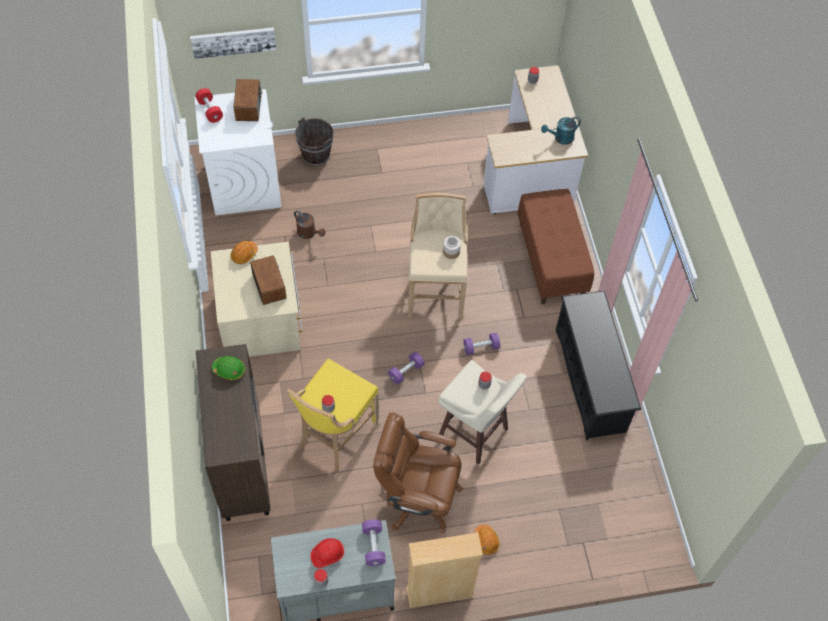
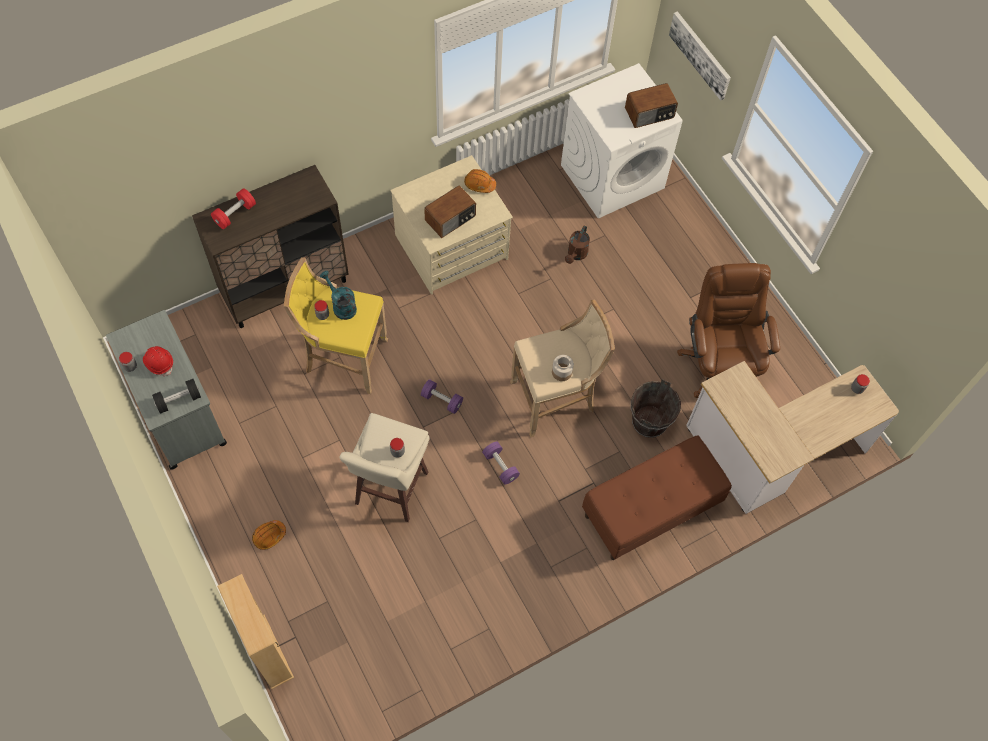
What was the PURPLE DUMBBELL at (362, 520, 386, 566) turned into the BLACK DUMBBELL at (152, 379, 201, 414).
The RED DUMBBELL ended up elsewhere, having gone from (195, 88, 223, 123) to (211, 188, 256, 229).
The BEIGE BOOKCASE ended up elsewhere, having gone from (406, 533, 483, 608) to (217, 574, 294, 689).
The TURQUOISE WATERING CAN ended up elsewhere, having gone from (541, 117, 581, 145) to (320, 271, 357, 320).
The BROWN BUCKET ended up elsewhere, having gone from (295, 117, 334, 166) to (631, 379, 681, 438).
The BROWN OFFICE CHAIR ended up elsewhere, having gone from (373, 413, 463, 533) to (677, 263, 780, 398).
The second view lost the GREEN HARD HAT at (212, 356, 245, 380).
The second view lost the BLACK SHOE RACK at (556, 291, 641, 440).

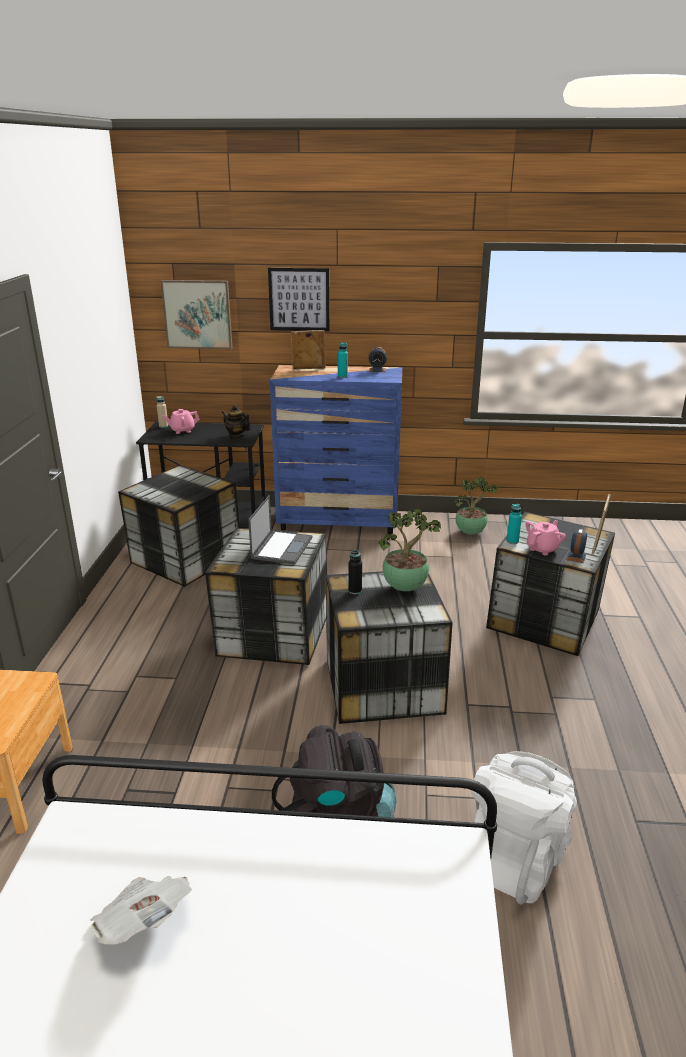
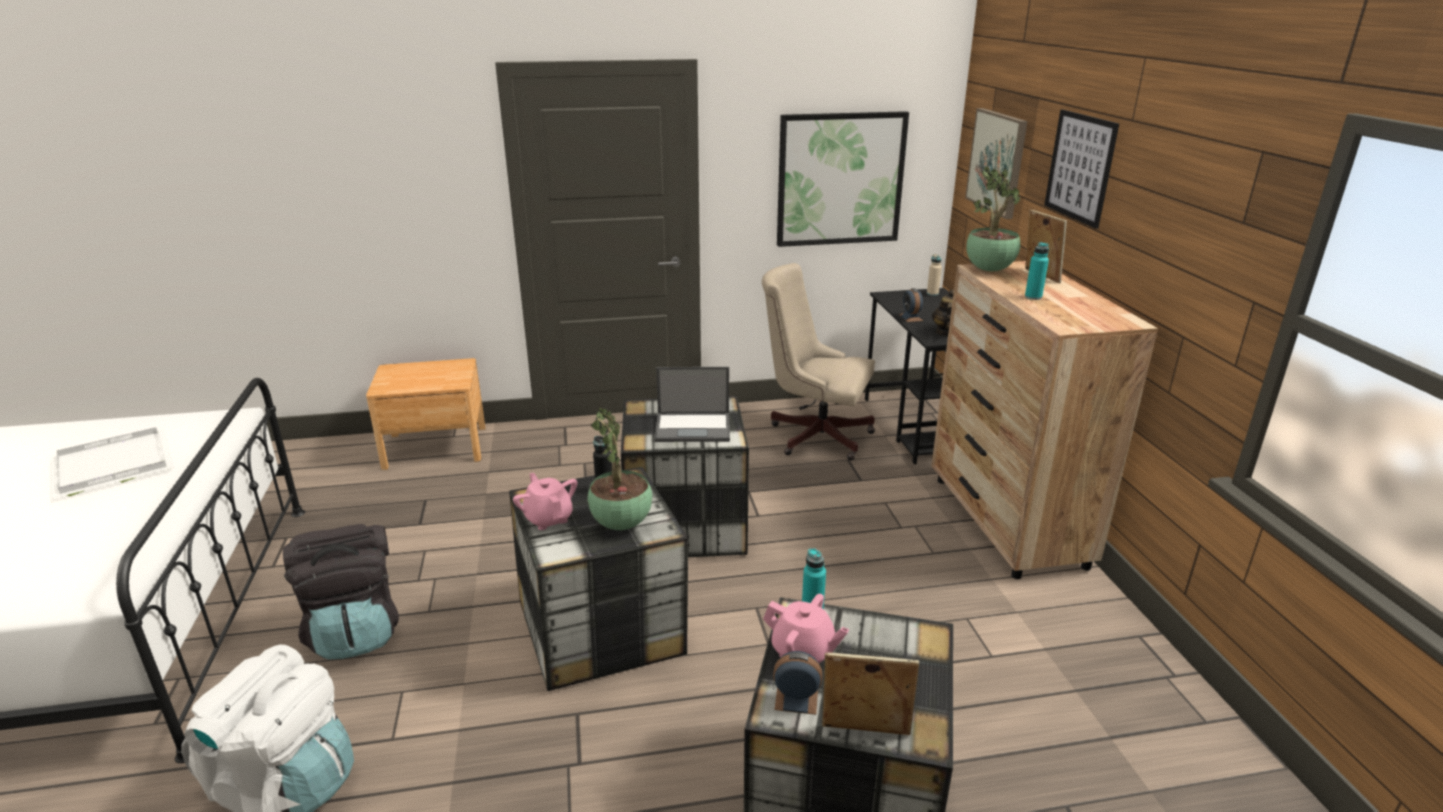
Where the NEWSPAPER stood at (90, 876, 192, 945), the WHITE TRAY came to stand at (52, 427, 174, 499).
The PINK TEAPOT ended up elsewhere, having gone from (163, 409, 199, 434) to (513, 473, 577, 530).
Where the STORAGE BOX stood at (118, 465, 240, 587), the BEIGE OFFICE CHAIR came to stand at (762, 263, 875, 460).
The second view gained the PICTURE at (777, 111, 909, 247).
The ALARM CLOCK ended up elsewhere, having gone from (368, 347, 387, 372) to (899, 288, 923, 322).
What was the BLUE DRESSER at (270, 365, 402, 534) turned into the BROWN DRESSER at (931, 261, 1158, 579).
The POTTED PLANT ended up elsewhere, having gone from (455, 477, 497, 535) to (966, 167, 1020, 272).

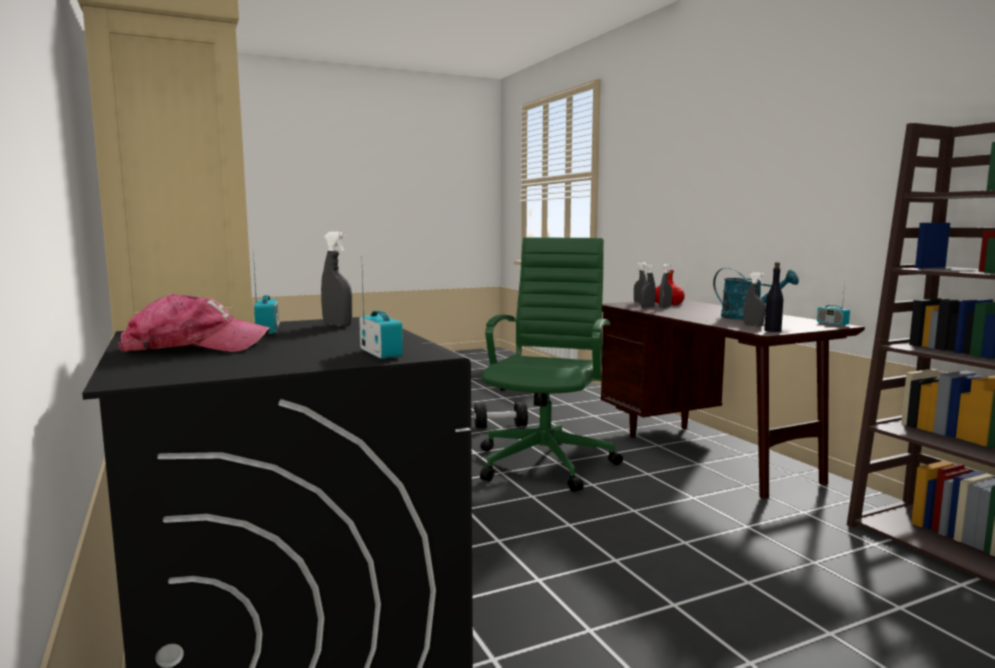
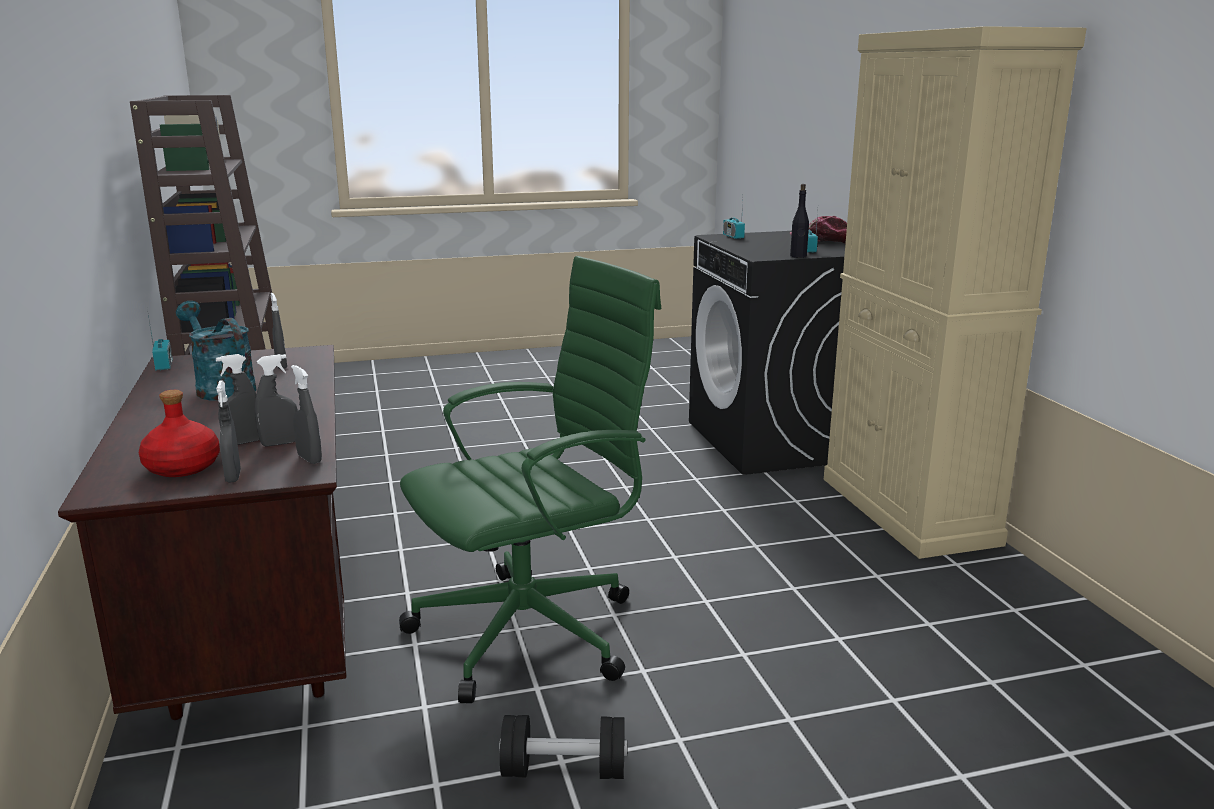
The GREY SPRAY BOTTLE ended up elsewhere, having gone from (321, 232, 352, 327) to (291, 365, 322, 464).
The GREEN OFFICE CHAIR at (480, 237, 623, 492) ended up facing another way, 150 degrees counterclockwise from before.
The BLACK BOTTLE ended up elsewhere, having gone from (764, 262, 783, 332) to (790, 184, 809, 258).

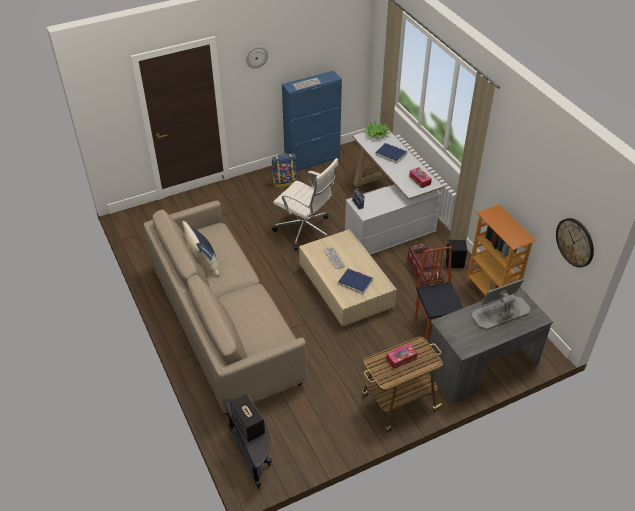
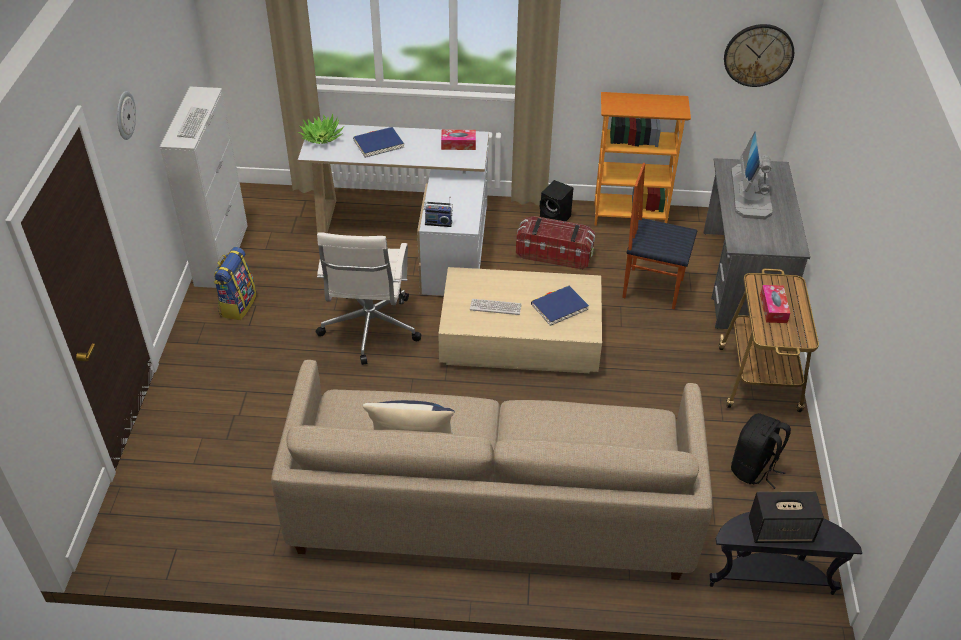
What was the BLUE CABINET at (282, 71, 342, 172) turned into the WHITE CABINET at (160, 87, 248, 288).
The WHITE OFFICE CHAIR at (272, 158, 338, 250) ended up facing another way, 120 degrees clockwise from before.
The second view gained the BLACK BACKPACK at (731, 413, 791, 489).

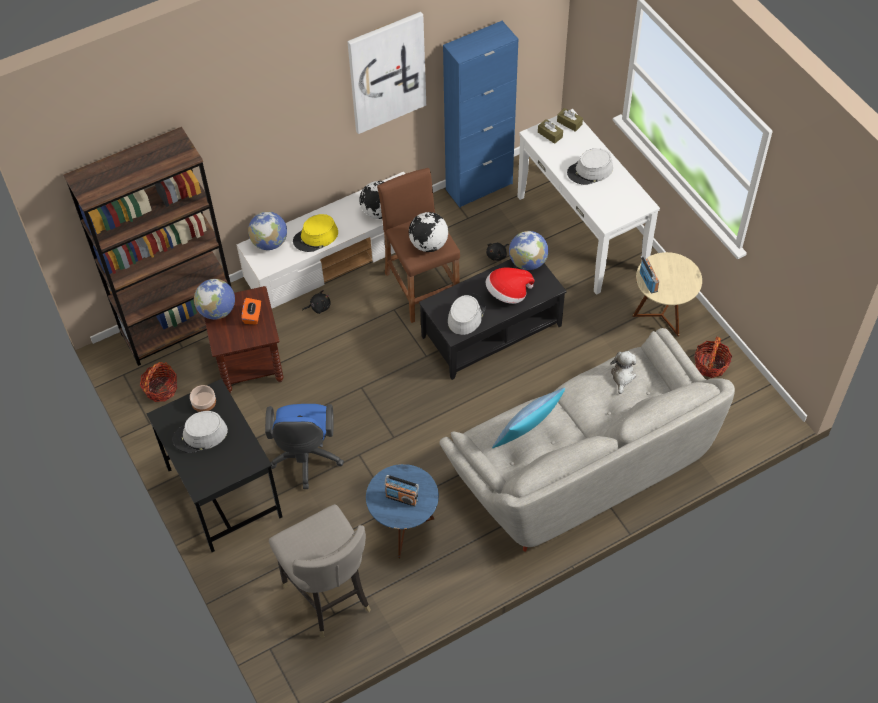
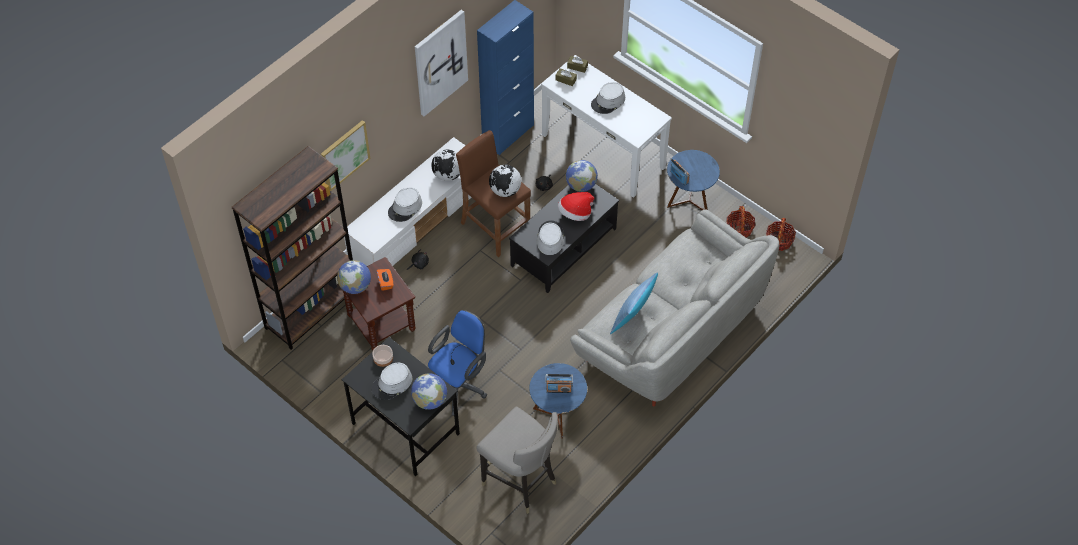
The second view gained the PICTURE at (321, 120, 370, 191).
What was the YELLOW HAT at (293, 214, 338, 252) turned into the GREY HAT at (388, 188, 422, 222).
The GLOBE ended up elsewhere, having gone from (248, 211, 287, 250) to (411, 374, 447, 410).
The BLUE OFFICE CHAIR at (265, 404, 344, 489) ended up facing another way, 120 degrees counterclockwise from before.
What was the BEIGE SIDE TABLE at (632, 252, 702, 337) turned into the BLUE SIDE TABLE at (667, 150, 720, 210).
The BASKET ended up elsewhere, having gone from (140, 362, 177, 402) to (766, 218, 796, 251).
The second view lost the PLUSH TOY at (610, 351, 636, 394).

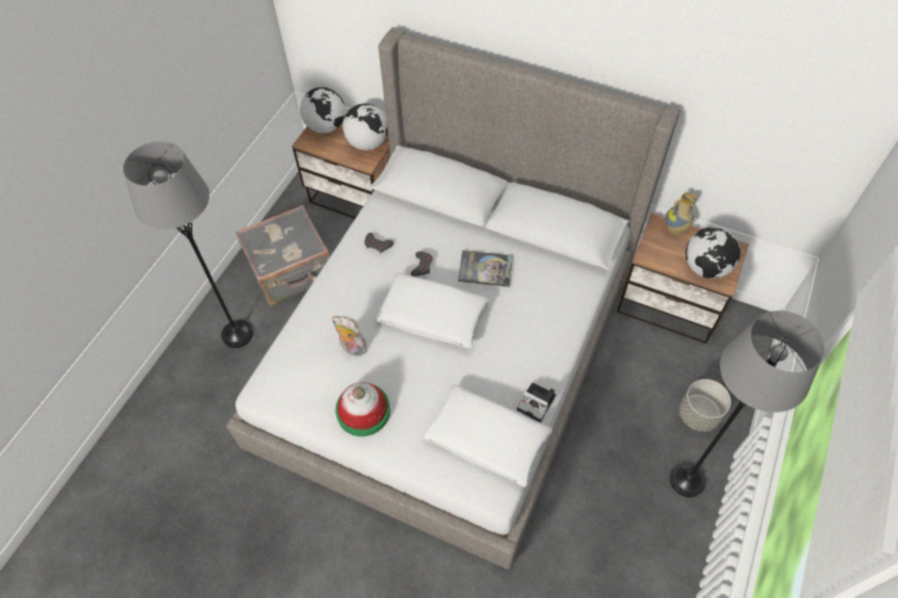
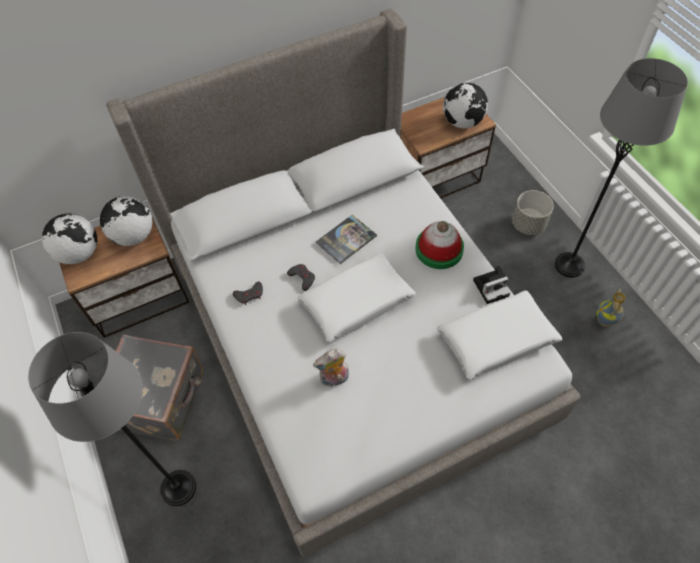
The HAT ended up elsewhere, having gone from (335, 382, 390, 437) to (415, 221, 464, 269).
The VASE ended up elsewhere, having gone from (665, 193, 698, 235) to (596, 289, 625, 327).

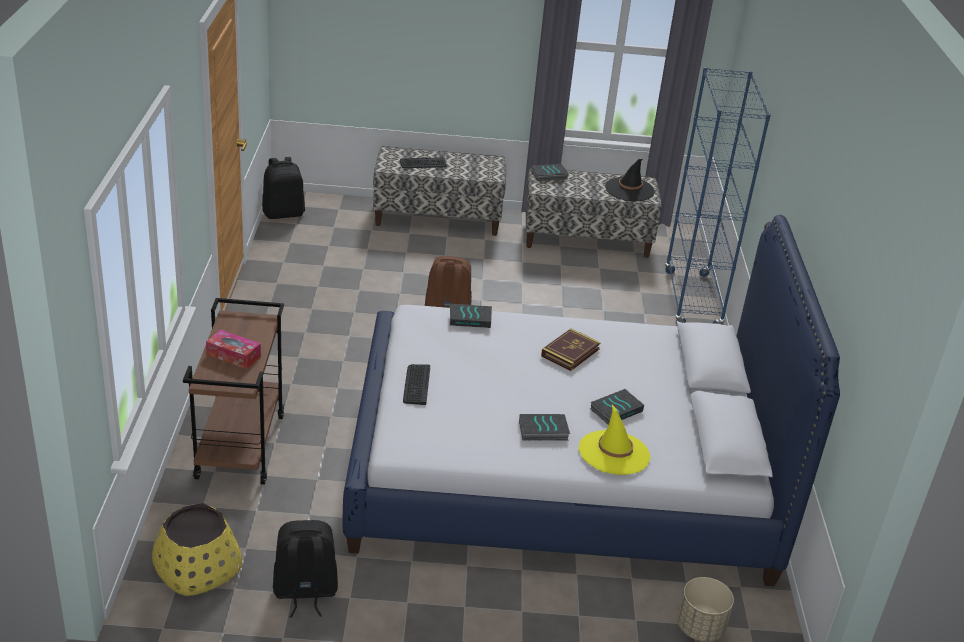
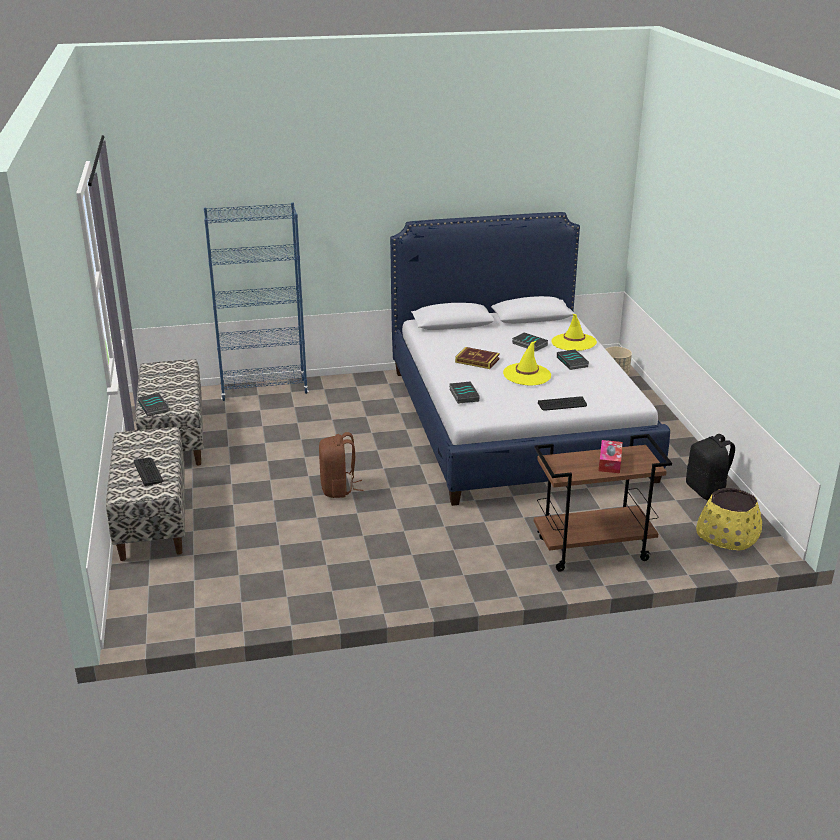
The second view gained the YELLOW HAT at (503, 341, 551, 386).
The second view lost the BLACK BACKPACK at (262, 157, 305, 219).
The second view lost the BLACK HAT at (605, 159, 655, 202).

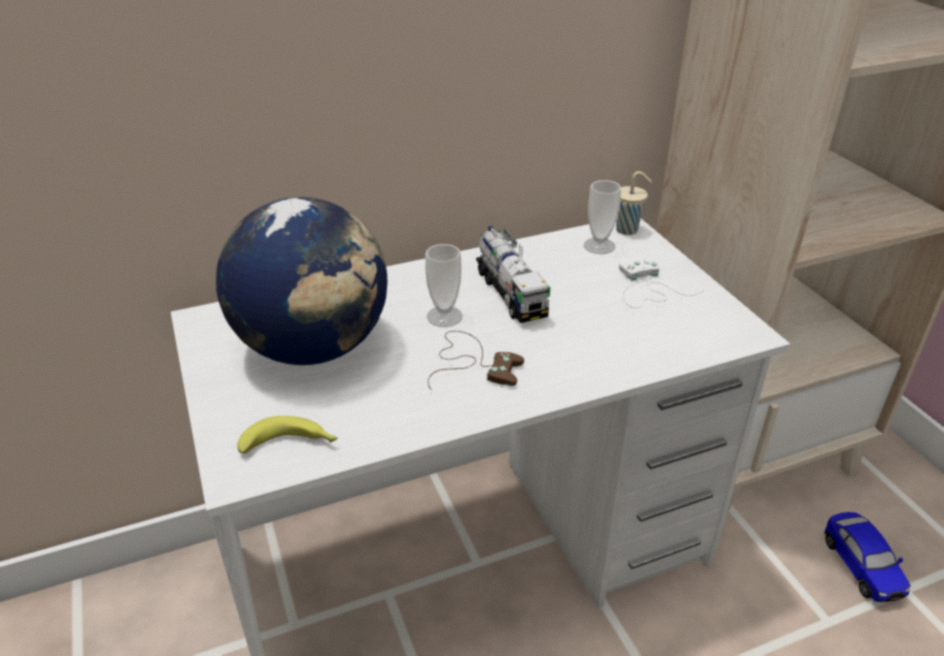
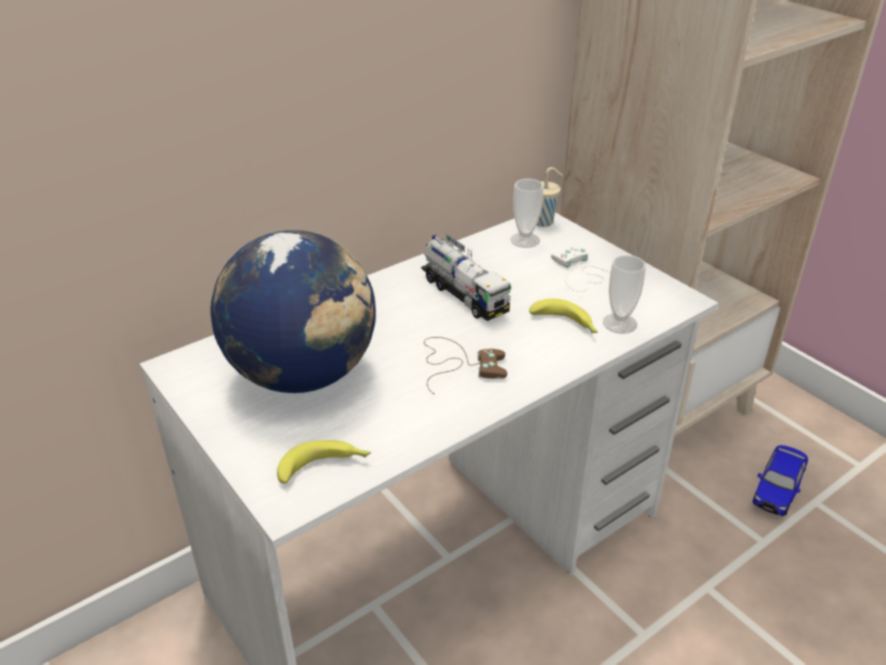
The second view gained the BANANA at (529, 299, 598, 333).
The CUP ended up elsewhere, having gone from (425, 244, 463, 327) to (603, 255, 646, 334).
The TOY CAR at (825, 512, 910, 602) ended up facing another way, 60 degrees clockwise from before.

